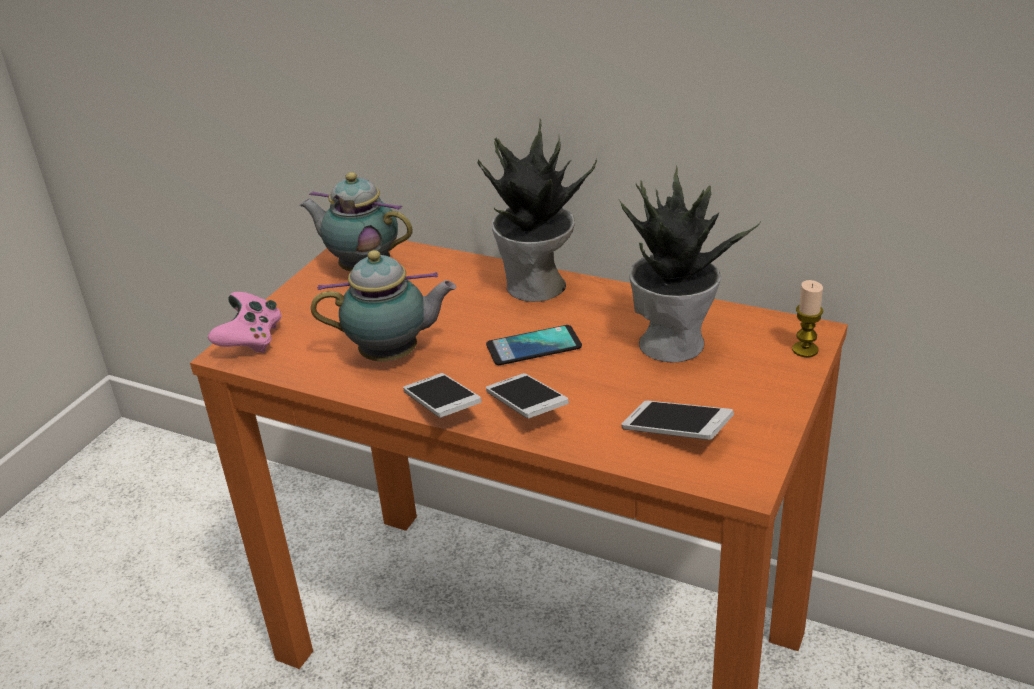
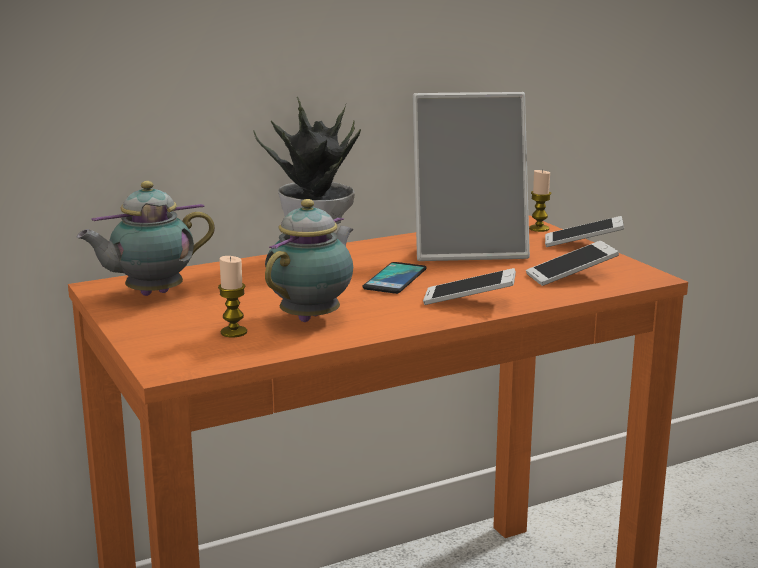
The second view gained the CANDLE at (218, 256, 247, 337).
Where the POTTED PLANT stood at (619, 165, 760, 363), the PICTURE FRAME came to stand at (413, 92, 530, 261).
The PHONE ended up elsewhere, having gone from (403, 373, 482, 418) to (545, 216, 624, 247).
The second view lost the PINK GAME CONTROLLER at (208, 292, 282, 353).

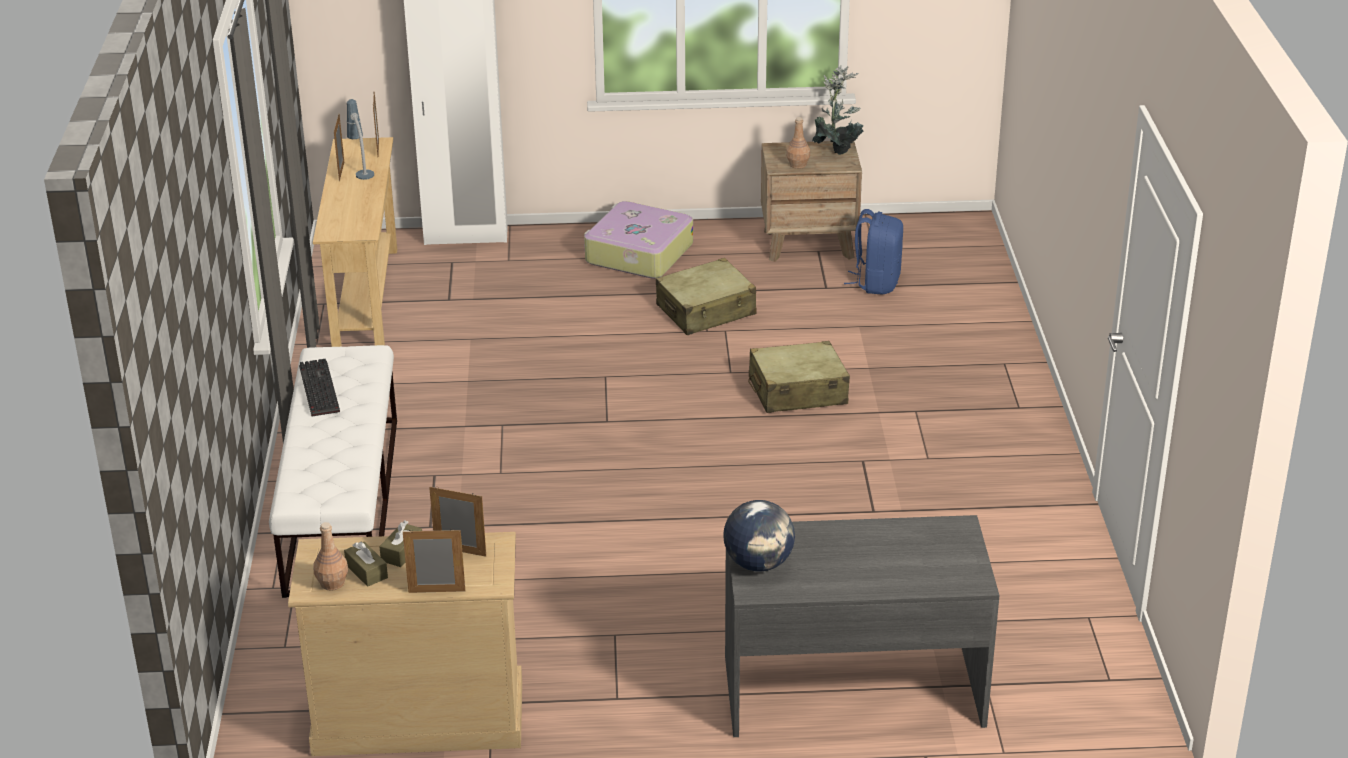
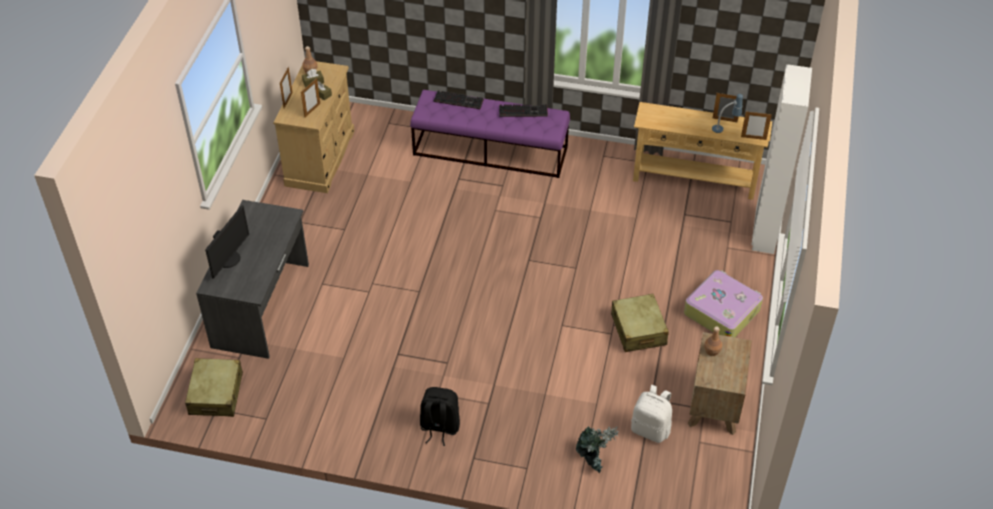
The BEIGE SUITCASE ended up elsewhere, having gone from (748, 341, 850, 413) to (185, 358, 243, 417).
The second view gained the MONITOR at (205, 205, 249, 279).
What was the WHITE BENCH at (269, 345, 397, 598) turned into the PURPLE BENCH at (410, 90, 570, 178).
The second view gained the BLACK BACKPACK at (420, 387, 460, 446).
The second view gained the KEYBOARD at (434, 90, 484, 109).
The POTTED PLANT ended up elsewhere, having gone from (812, 65, 864, 155) to (576, 426, 619, 473).
What was the BLUE BACKPACK at (844, 209, 903, 294) turned into the WHITE BACKPACK at (631, 385, 672, 443).
The second view lost the GLOBE at (723, 500, 795, 572).

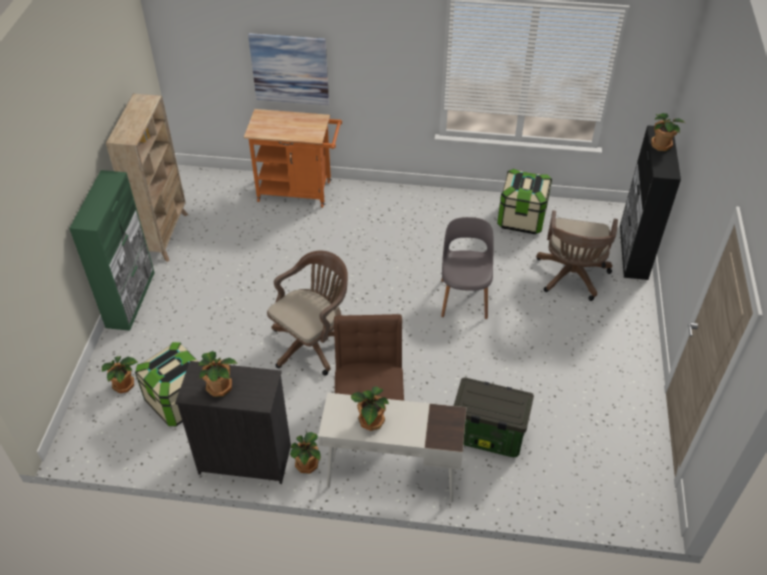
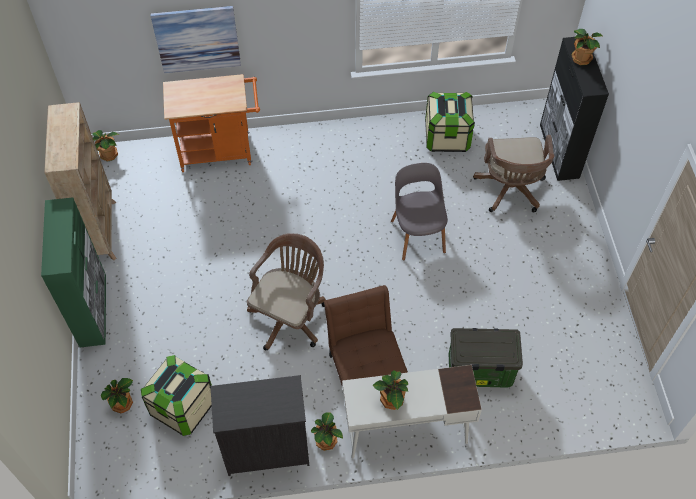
The POTTED PLANT ended up elsewhere, having gone from (198, 351, 238, 397) to (92, 130, 119, 162).

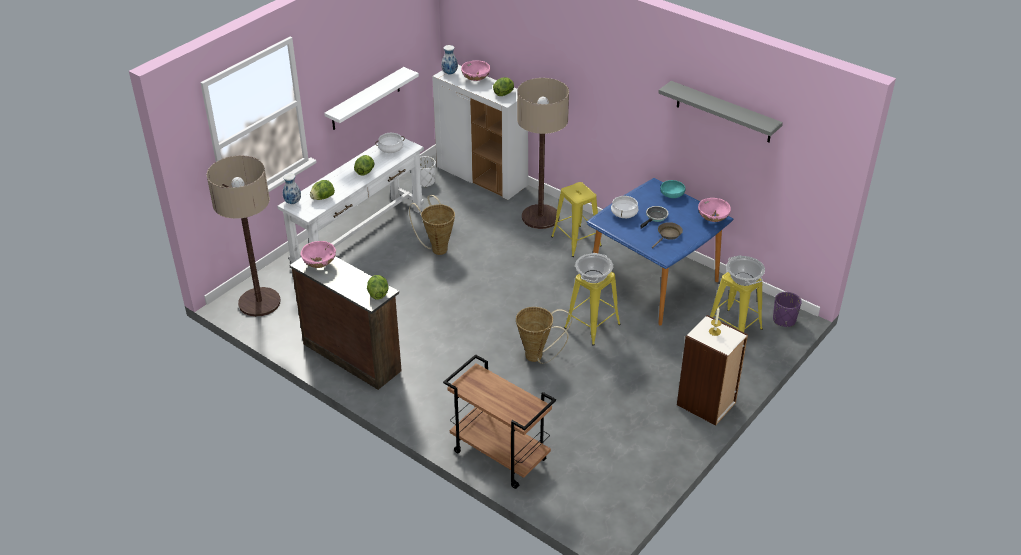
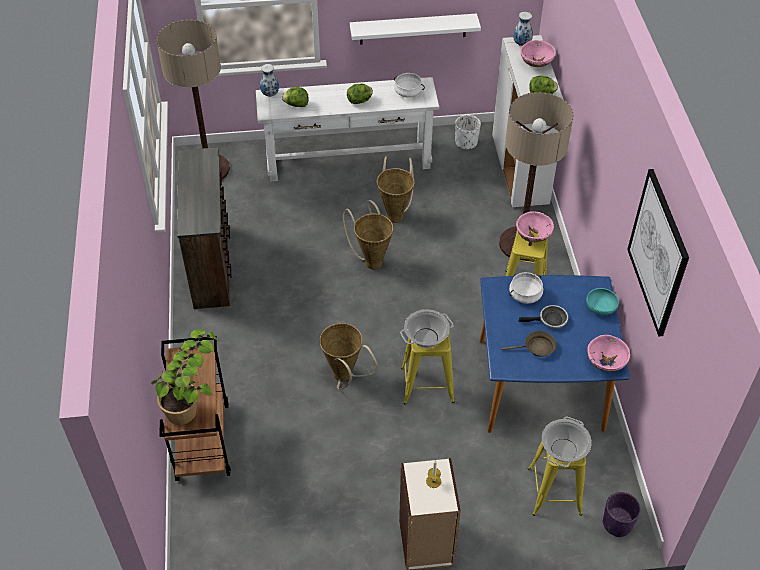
The second view gained the POTTED PLANT at (151, 329, 218, 425).
The second view gained the BASKET at (343, 200, 393, 269).
The PINK BOWL ended up elsewhere, having gone from (301, 241, 336, 268) to (516, 211, 554, 242).
Where the GREY SHELF hung at (658, 81, 783, 142), the PICTURE came to hang at (627, 169, 689, 337).
The second view lost the LETTUCE at (367, 275, 389, 299).

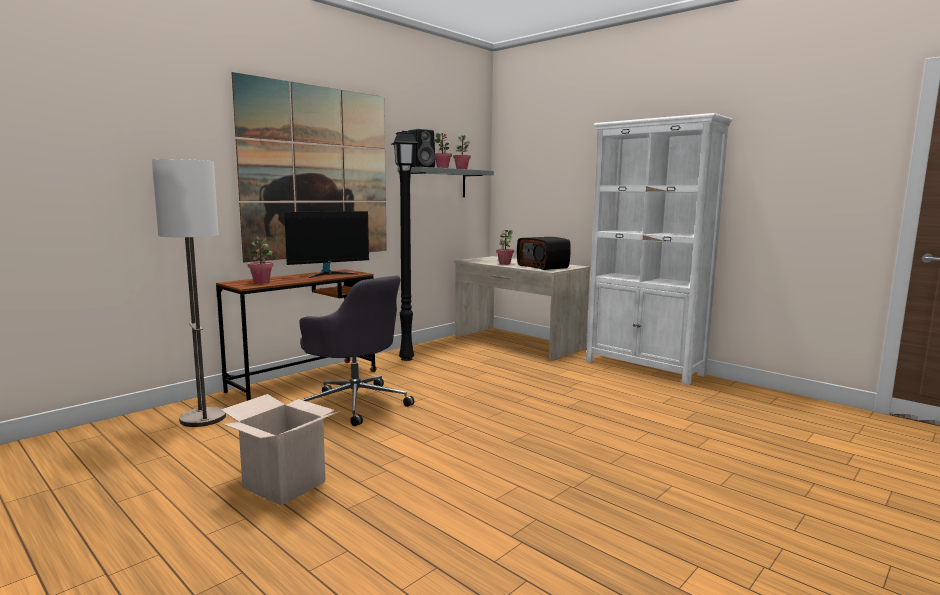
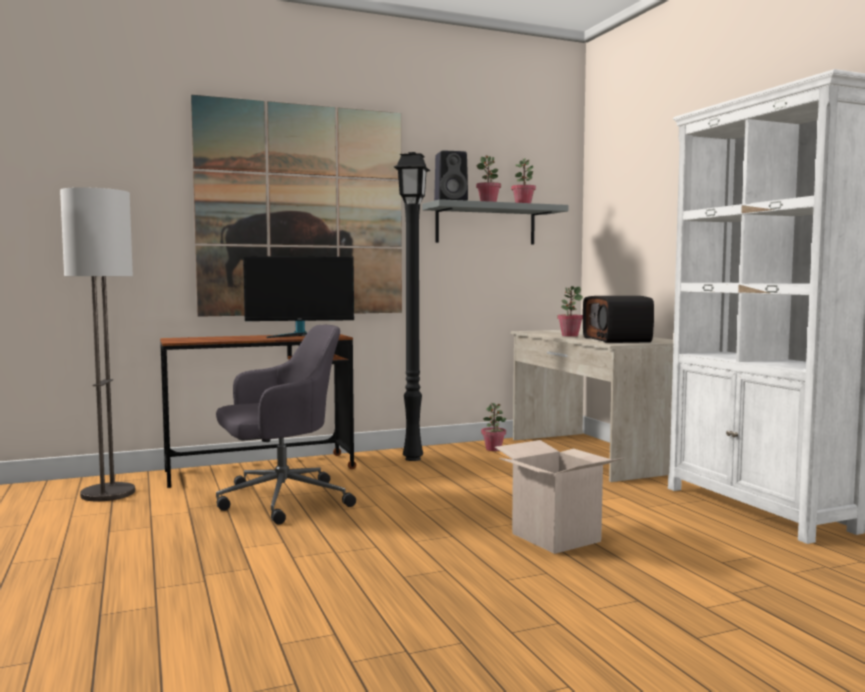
The GREY OFFICE CHAIR at (299, 275, 414, 426) ended up facing another way, 90 degrees counterclockwise from before.
The POTTED PLANT ended up elsewhere, having gone from (248, 236, 273, 283) to (481, 403, 506, 451).
The CARDBOARD BOX ended up elsewhere, having gone from (221, 394, 341, 506) to (495, 440, 625, 554).

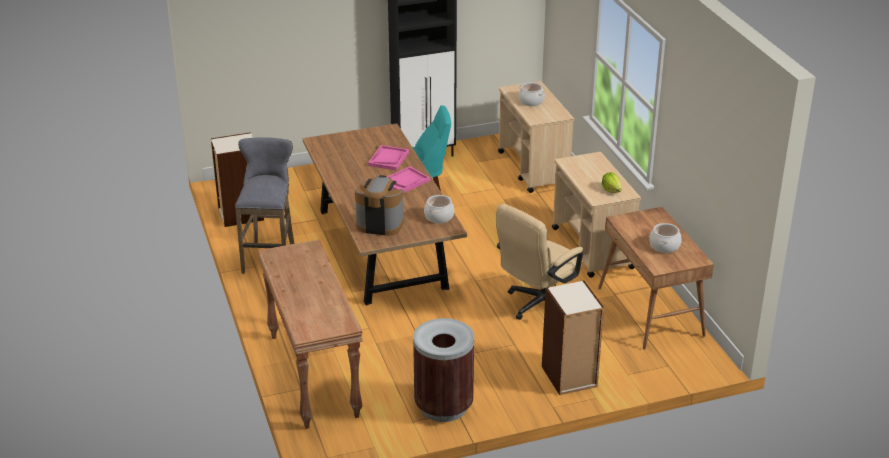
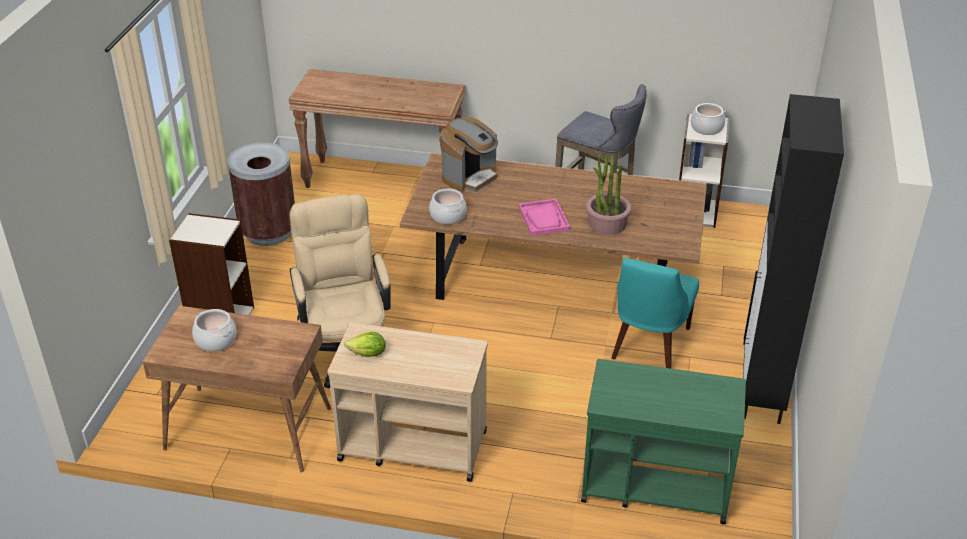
What was the BEIGE CART at (498, 81, 574, 193) turned into the GREEN CART at (581, 359, 746, 524).
Where the PINK TRAY stood at (368, 145, 409, 170), the POTTED PLANT came to stand at (586, 154, 632, 235).
The COOKING POT ended up elsewhere, having gone from (518, 82, 545, 106) to (691, 103, 726, 135).

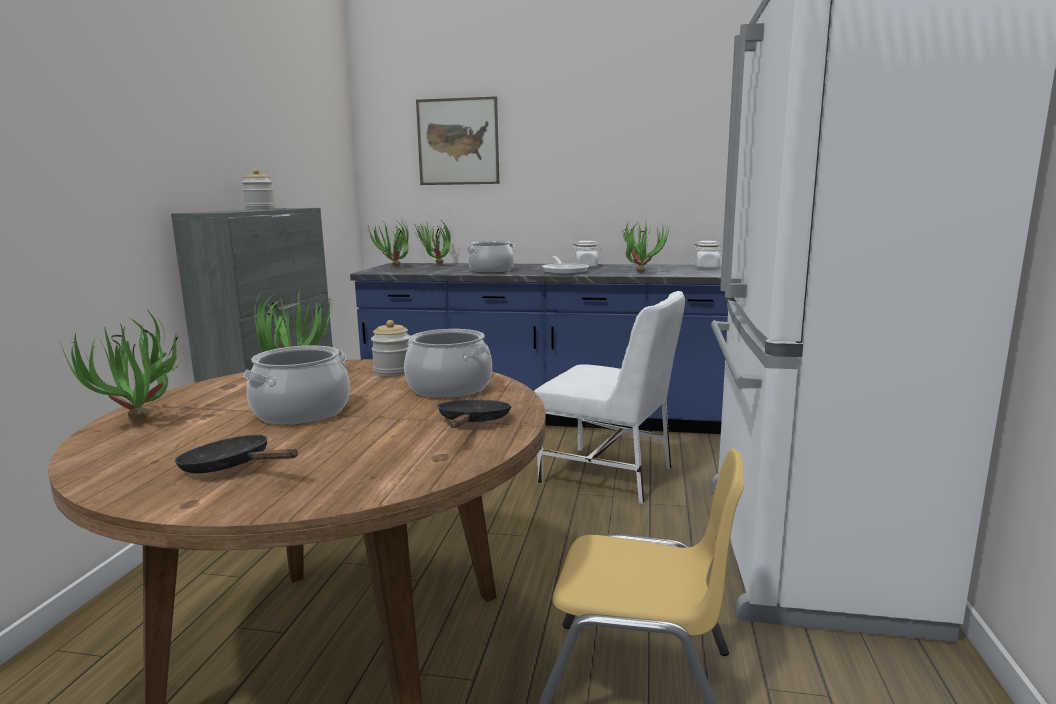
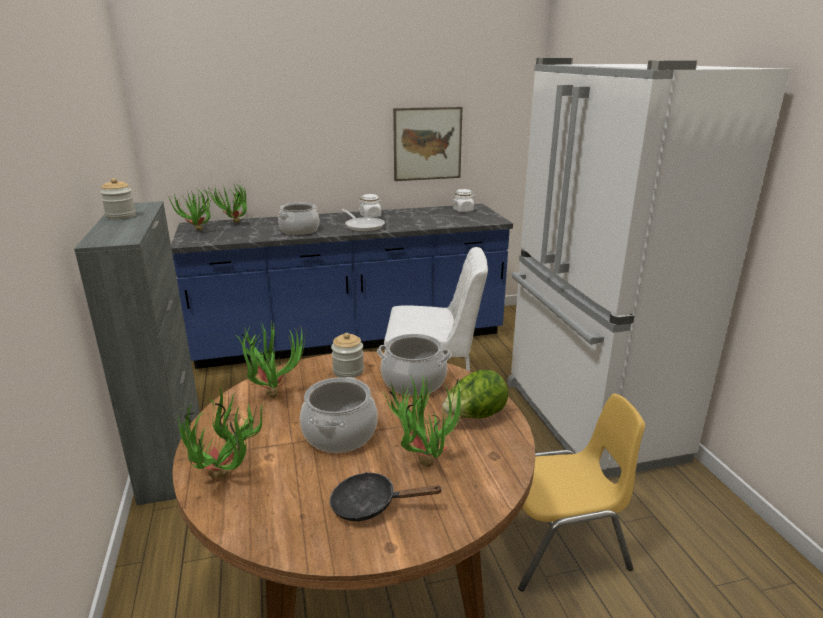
The POTTED PLANT ended up elsewhere, having gone from (621, 217, 669, 273) to (382, 374, 466, 467).
The PICTURE ended up elsewhere, having gone from (416, 96, 499, 185) to (393, 107, 463, 181).
Where the BLACK FRYING PAN stood at (438, 400, 512, 428), the LETTUCE came to stand at (442, 370, 508, 419).

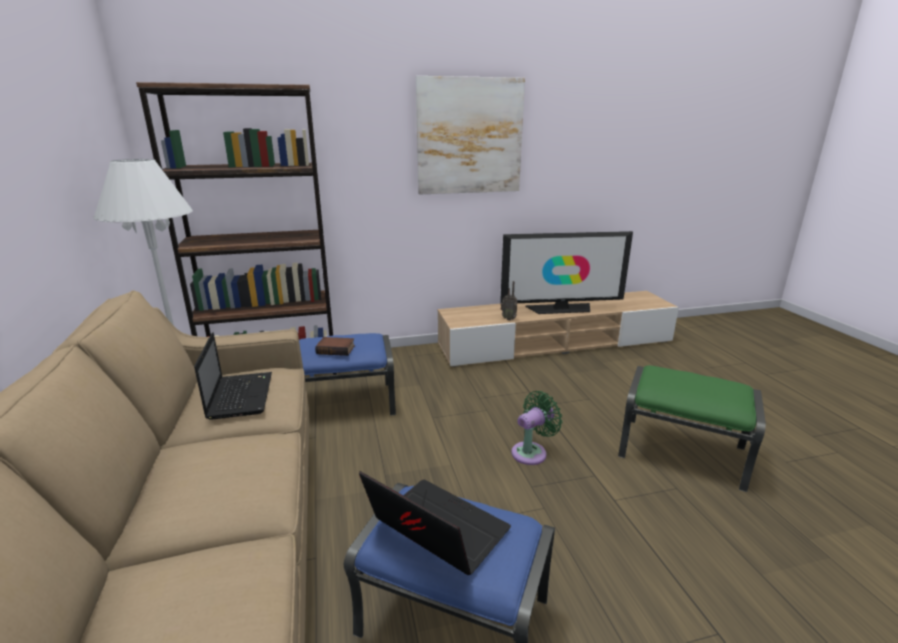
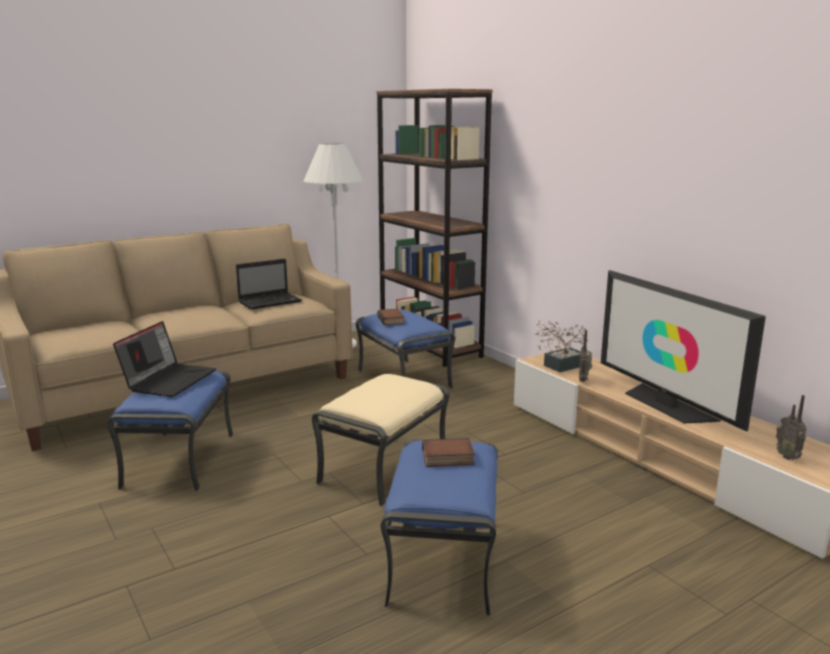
Where the GREEN FAN stood at (511, 391, 563, 465), the BEIGE OTTOMAN came to stand at (312, 373, 449, 507).
What was the GREEN OTTOMAN at (618, 365, 766, 492) turned into the BLUE OTTOMAN at (381, 439, 498, 616).
The second view gained the BOOK at (422, 438, 475, 467).
The second view gained the POTTED PLANT at (535, 320, 589, 373).
The second view gained the RADIO at (776, 395, 806, 460).
The second view lost the PICTURE at (416, 76, 525, 195).

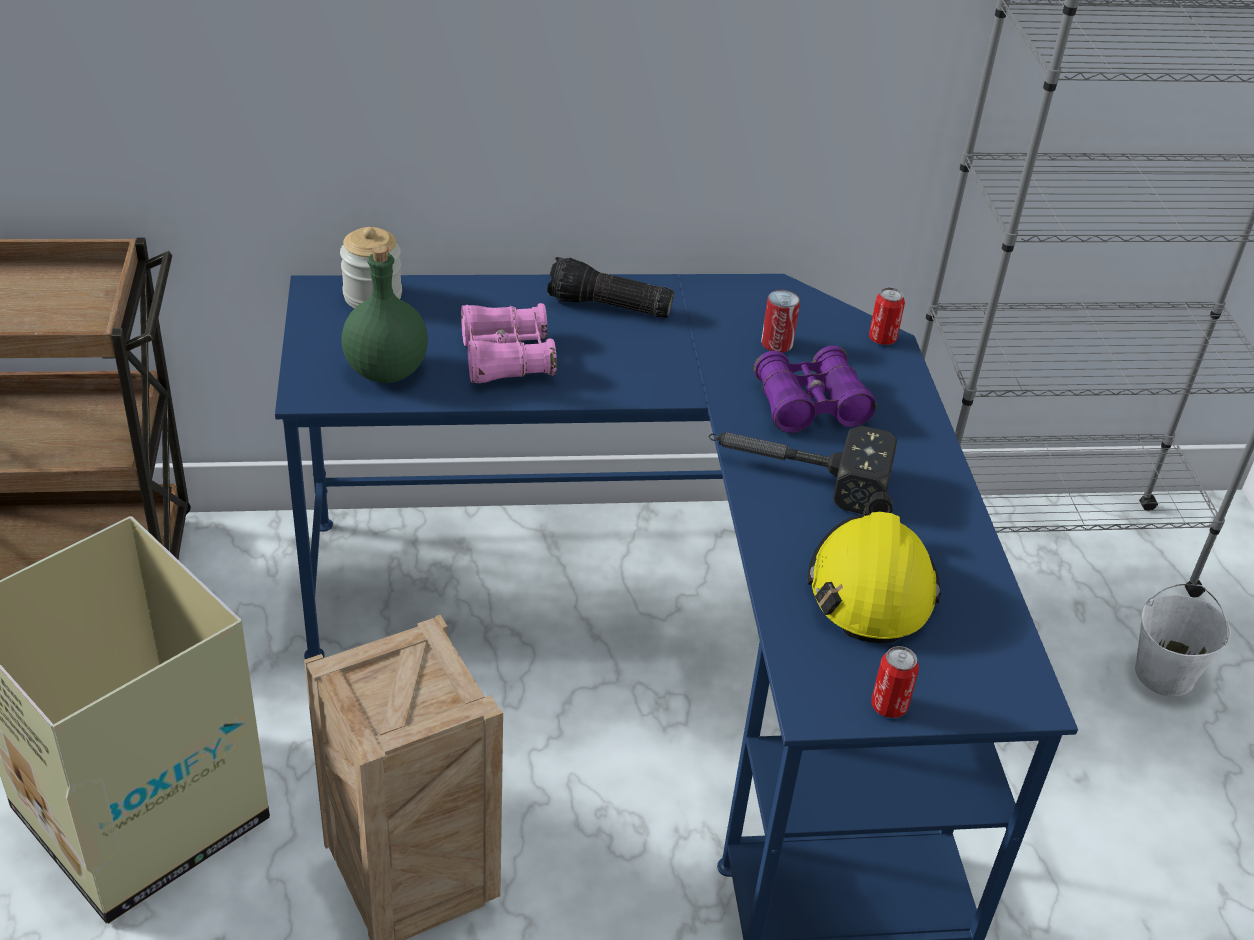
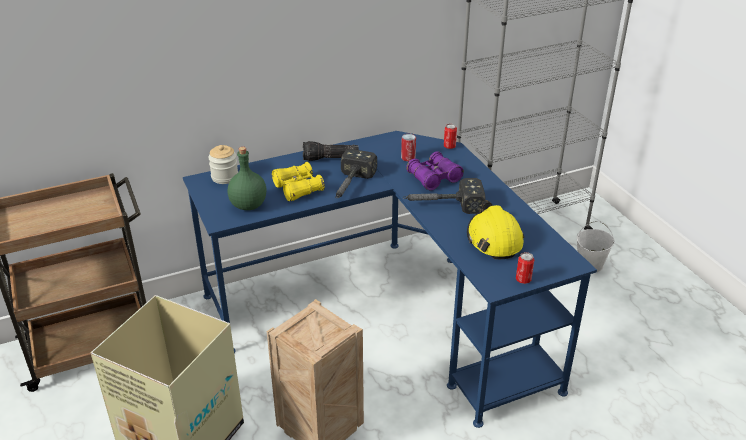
What was the PINK BINOCULARS at (461, 303, 557, 384) turned into the YELLOW BINOCULARS at (272, 162, 325, 202).
The second view gained the HAMMER at (335, 149, 377, 198).

